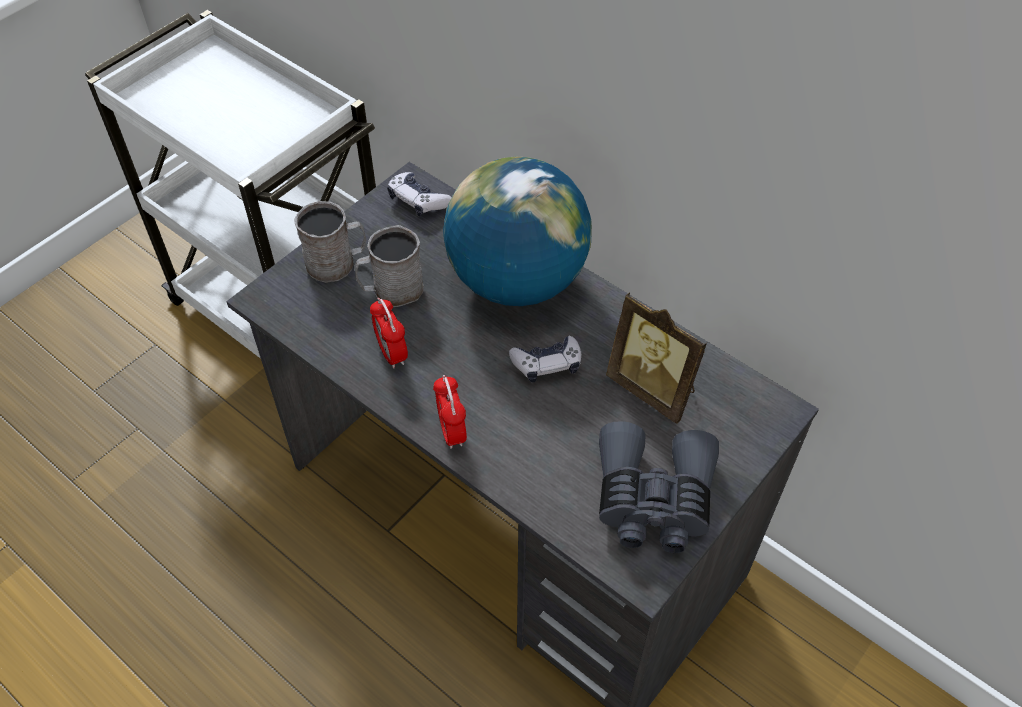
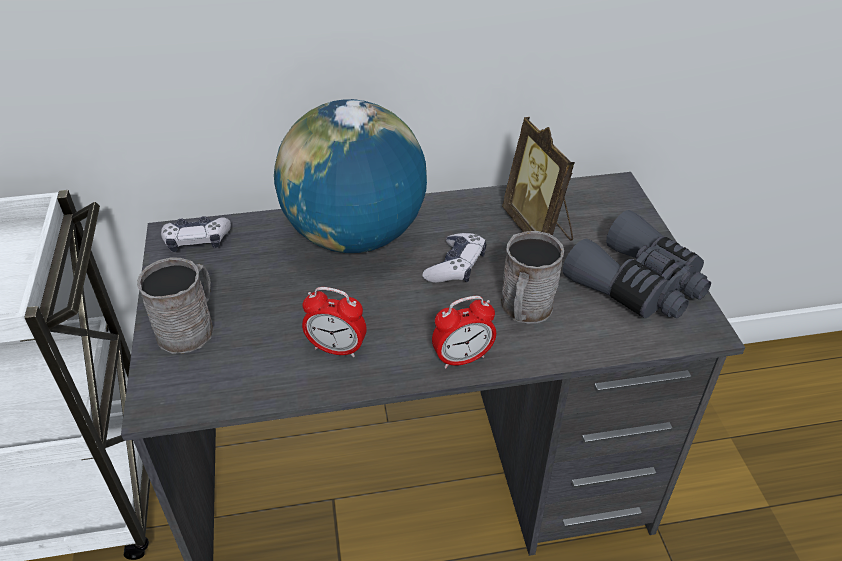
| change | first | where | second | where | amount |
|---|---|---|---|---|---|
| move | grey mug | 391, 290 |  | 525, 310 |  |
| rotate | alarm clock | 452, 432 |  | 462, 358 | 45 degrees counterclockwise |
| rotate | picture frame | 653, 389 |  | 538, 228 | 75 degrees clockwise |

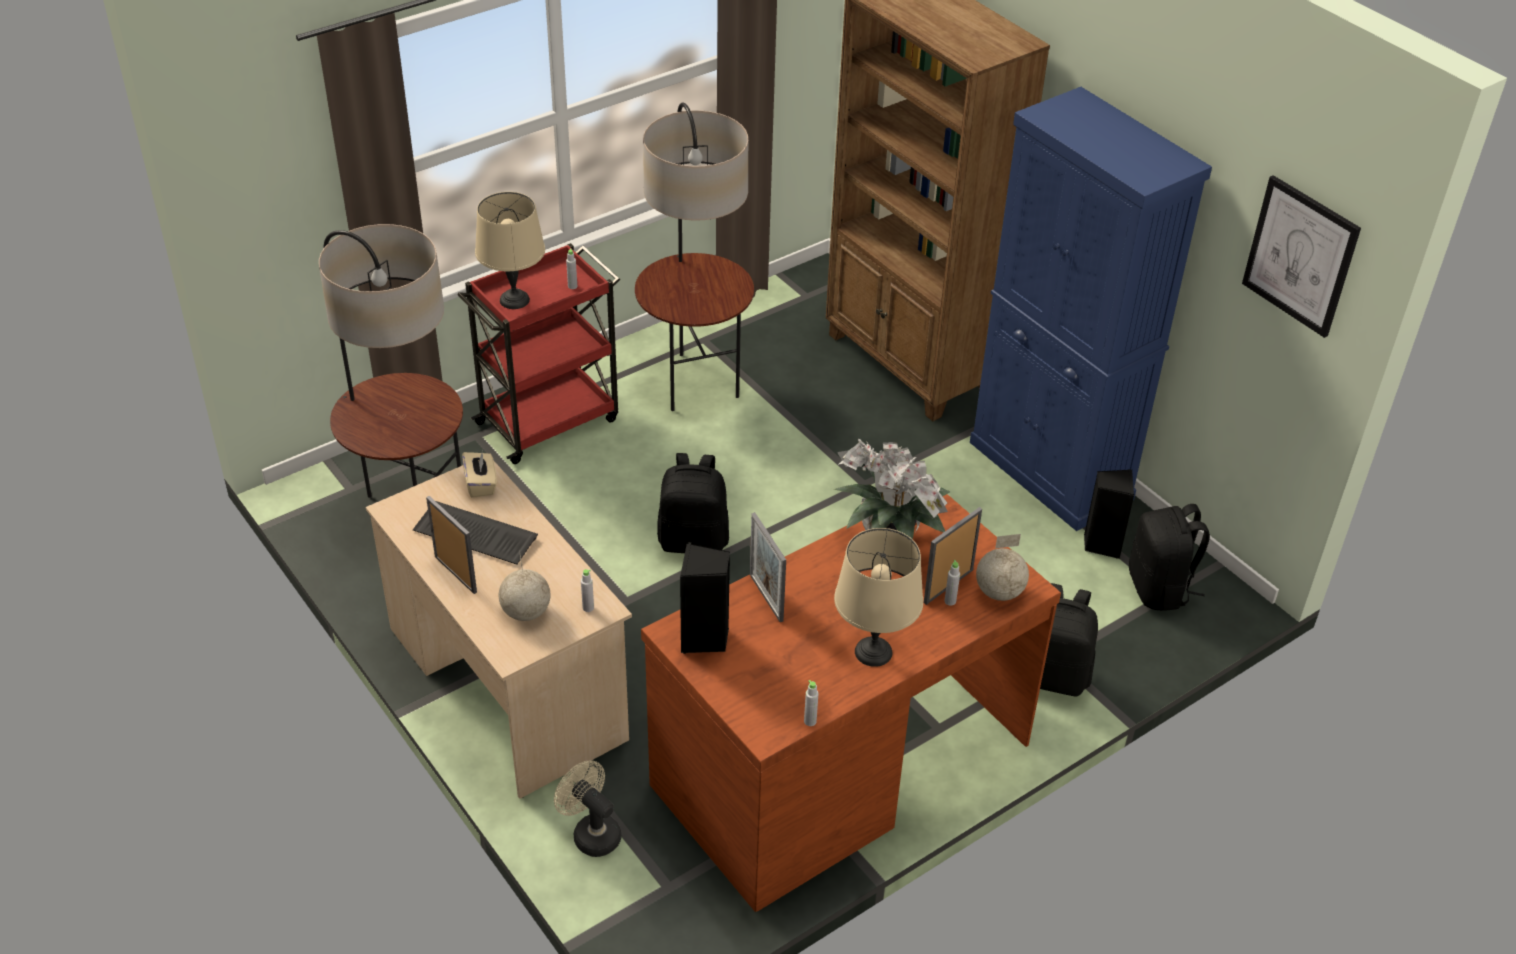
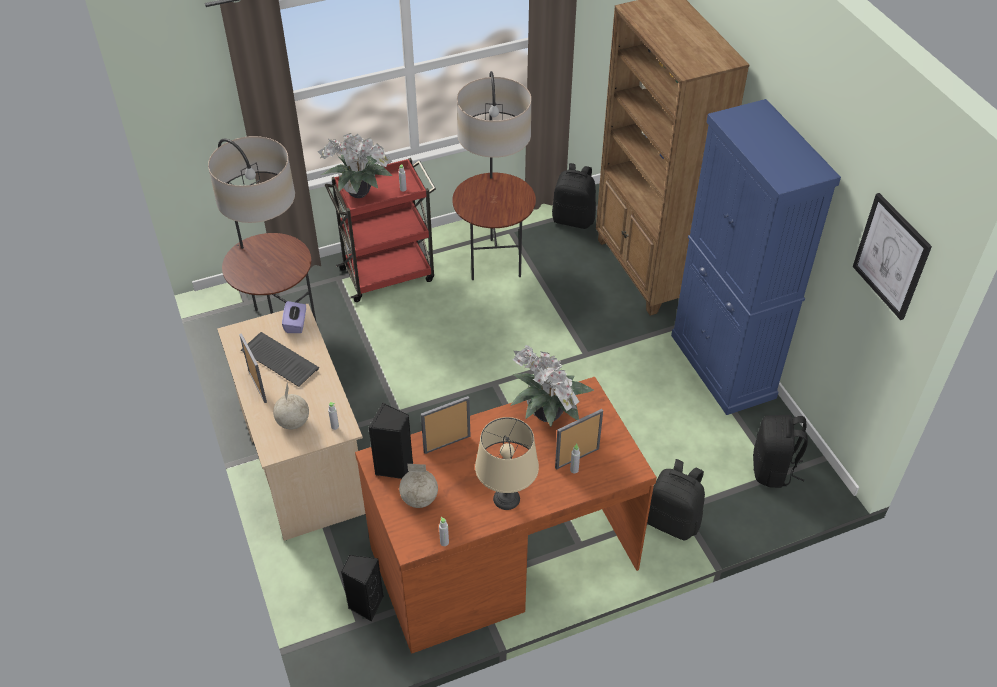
| change | first | where | second | where | amount |
|---|---|---|---|---|---|
| delete | beige fan | 591, 833 |  |  |  |
| move | black backpack | 694, 540 |  | 573, 219 |  |
| move | globe | 998, 592 |  | 419, 499 |  |
| move | black speaker | 1102, 544 |  | 365, 604 |  |
| replace | beige table lamp | 514, 300 | potted plant | 361, 194 |  |
| recolor | beige tissue box | 481, 484 | purple tissue box | 296, 324 |  |
| rotate | picture frame | 766, 597 |  | 447, 444 | 75 degrees clockwise |

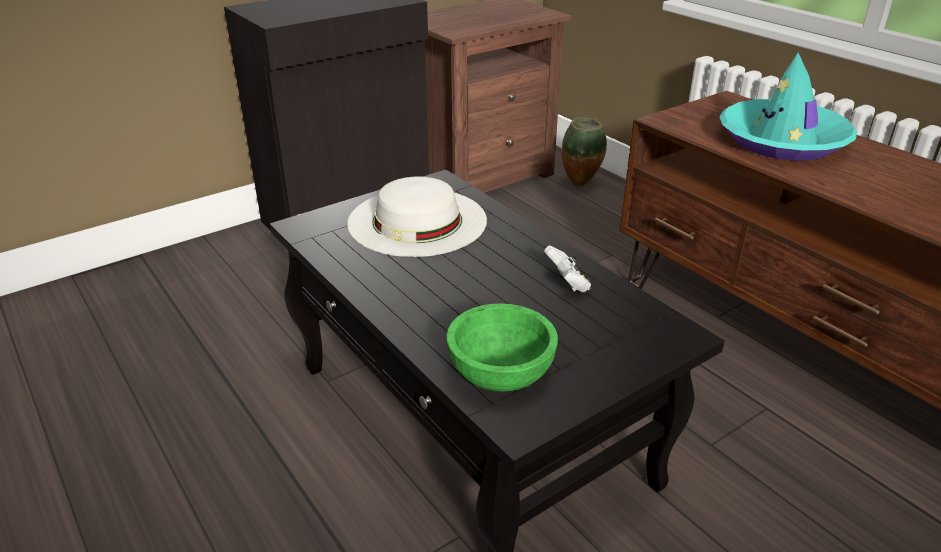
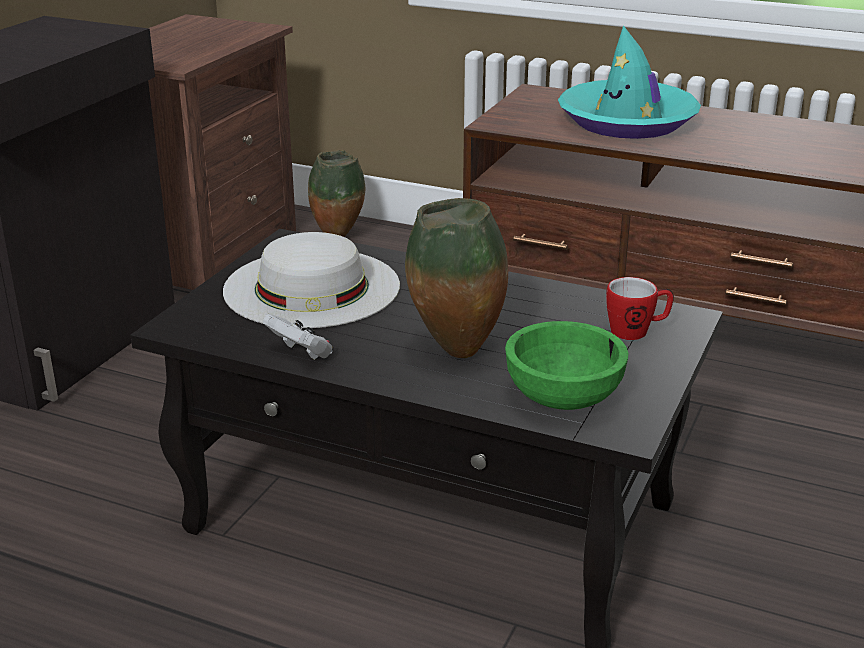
| change | first | where | second | where | amount |
|---|---|---|---|---|---|
| insert |  |  | vase | 455, 353 |  |
| insert |  |  | mug | 636, 331 |  |
| move | white game controller | 567, 284 |  | 301, 354 |  |

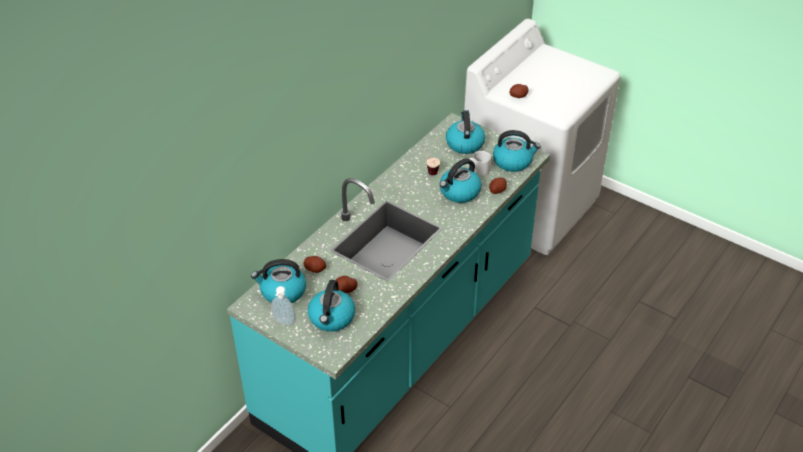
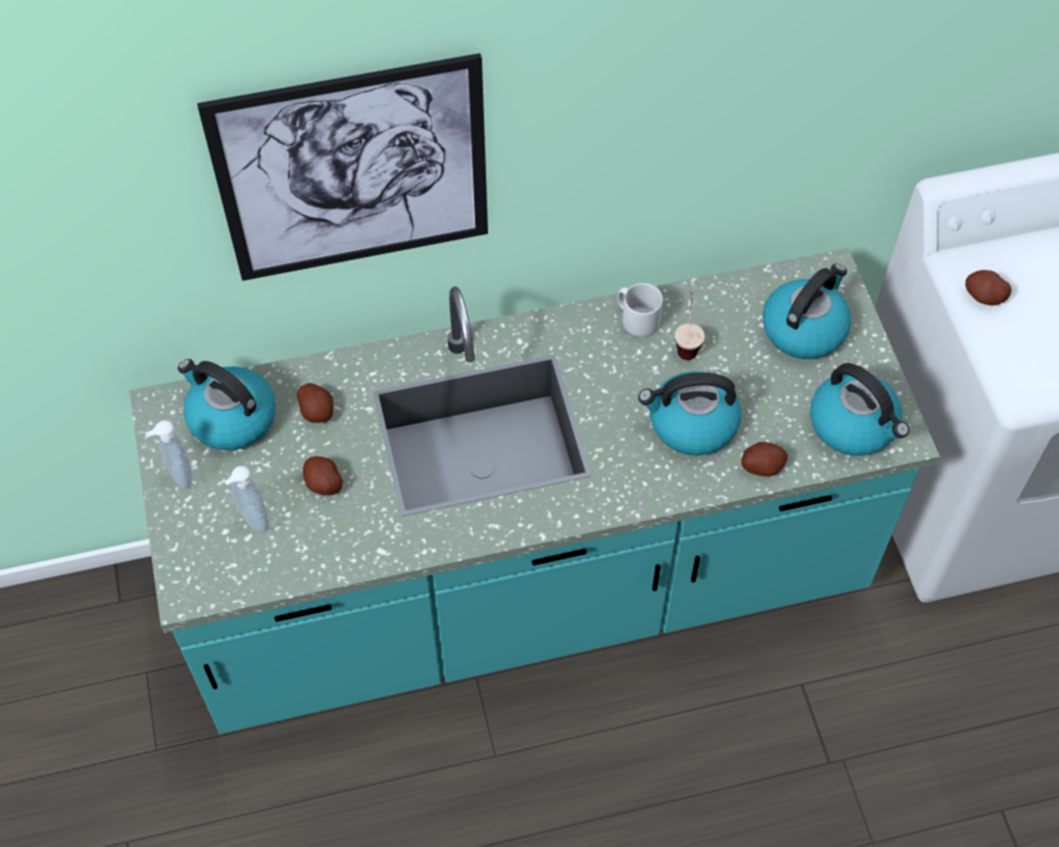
| change | first | where | second | where | amount |
|---|---|---|---|---|---|
| insert |  |  | picture | 353, 171 |  |
| move | grey mug | 478, 171 |  | 636, 319 |  |
| replace | kettle | 332, 318 | soap dispenser | 252, 521 |  |

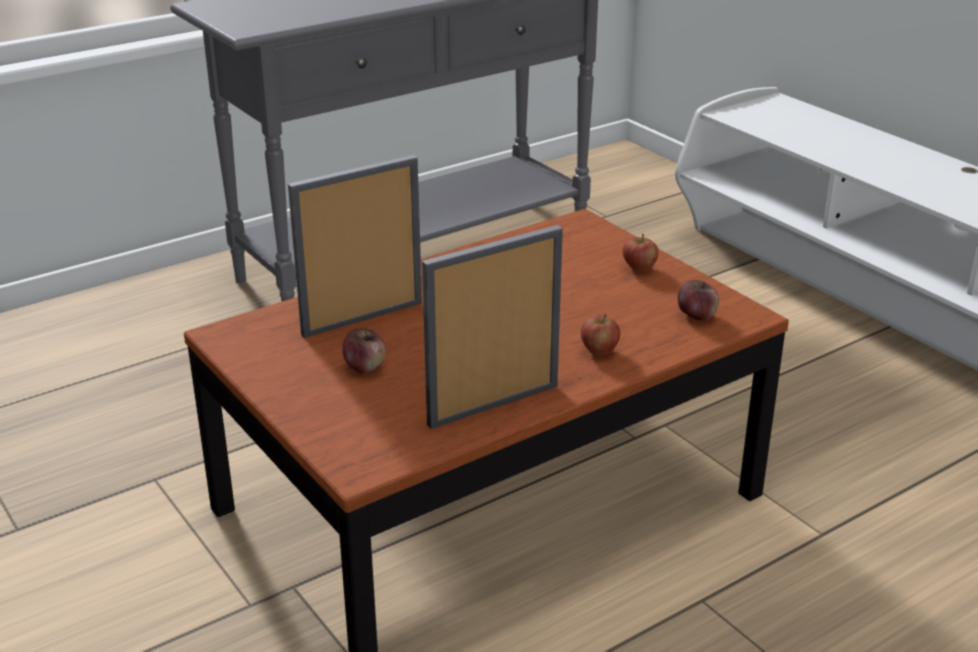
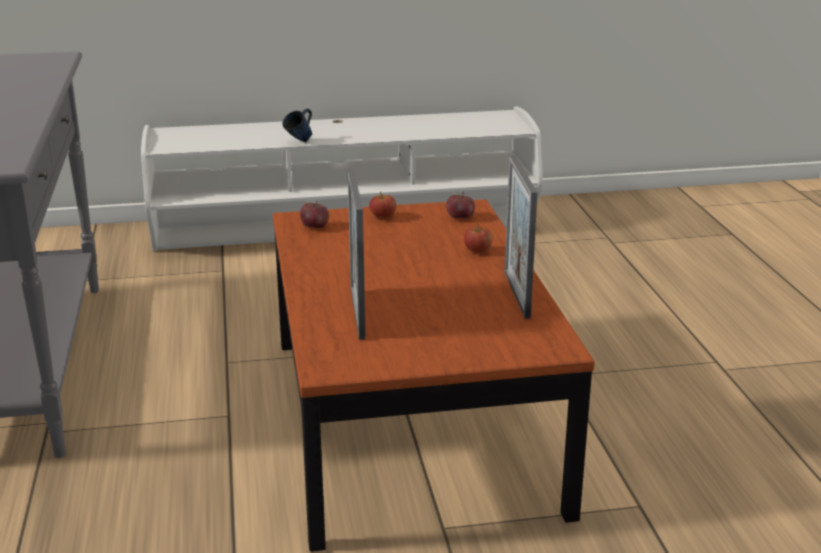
| change | first | where | second | where | amount |
|---|---|---|---|---|---|
| insert |  |  | blue mug | 299, 142 |  |
| move | apple | 365, 367 |  | 315, 227 |  |

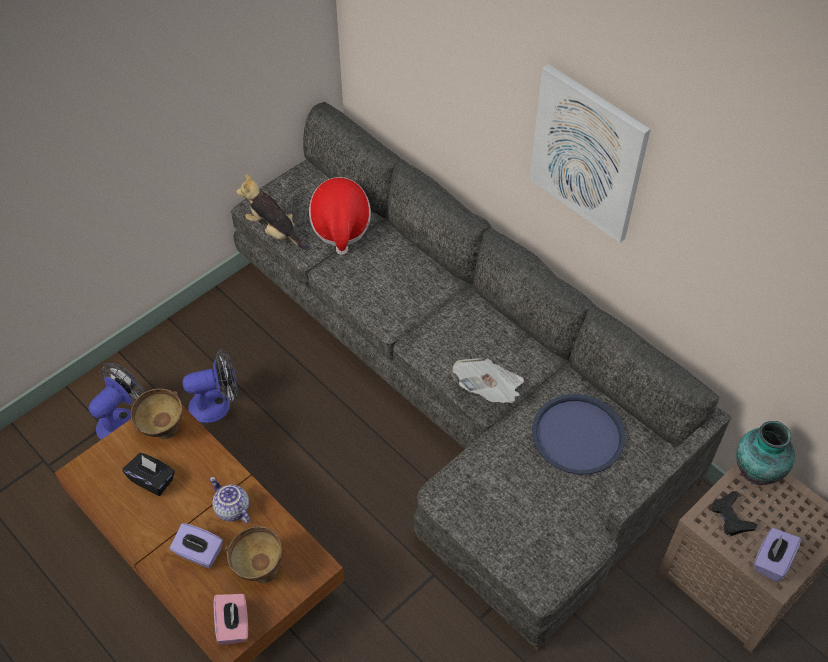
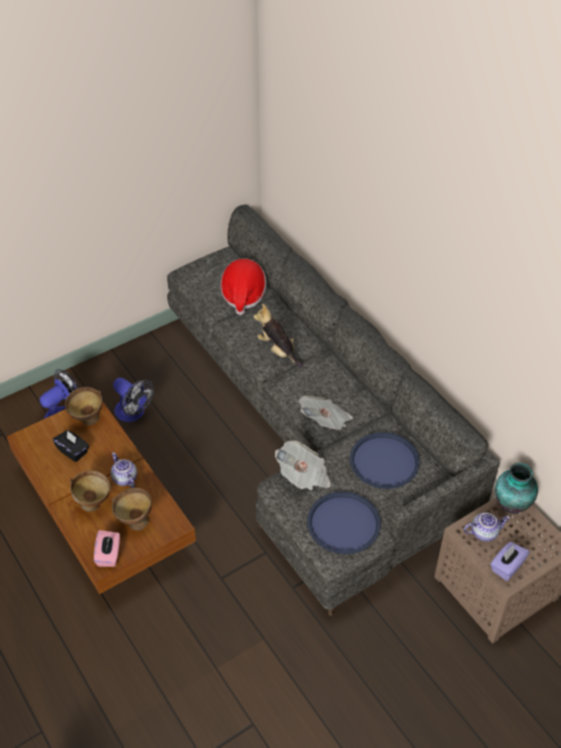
| change | first | where | second | where | amount |
|---|---|---|---|---|---|
| delete | picture | 588, 153 |  |  |  |
| insert |  |  | newspaper | 303, 476 |  |
| insert |  |  | blue tray | 343, 523 |  |
| move | plush toy | 274, 231 |  | 278, 350 |  |
| replace | purple tissue box | 199, 553 | brown bowl | 95, 504 |  |
| replace | black game controller | 731, 517 | teapot | 484, 532 |  |
| rotate | fan | 217, 404 |  | 133, 413 | 45 degrees clockwise |

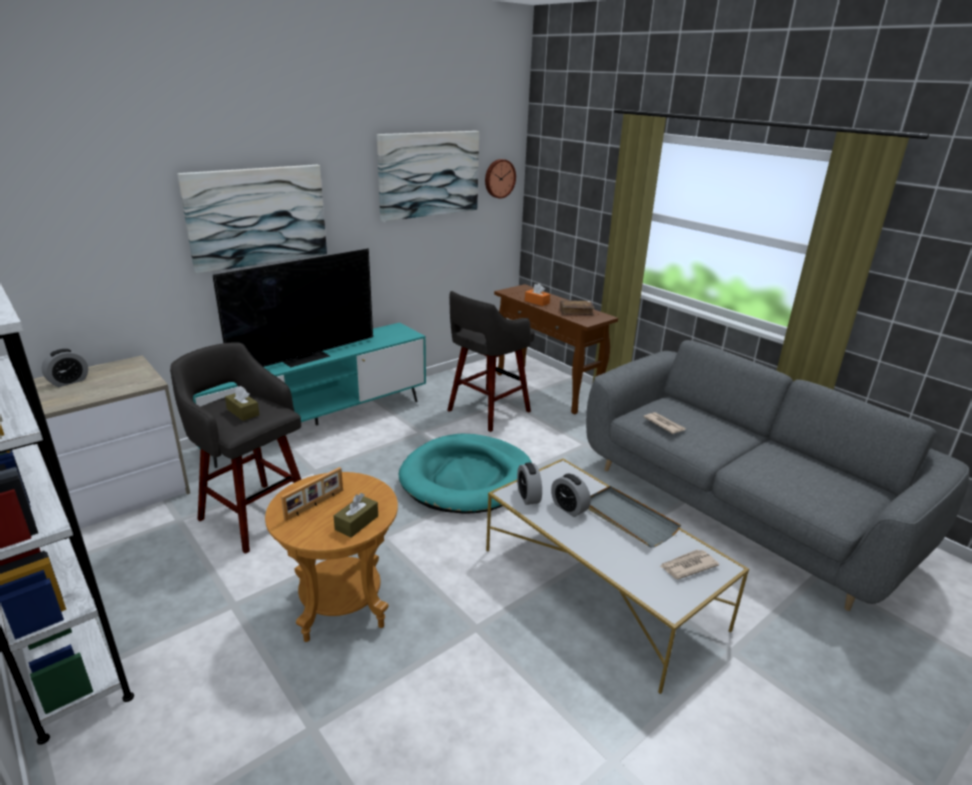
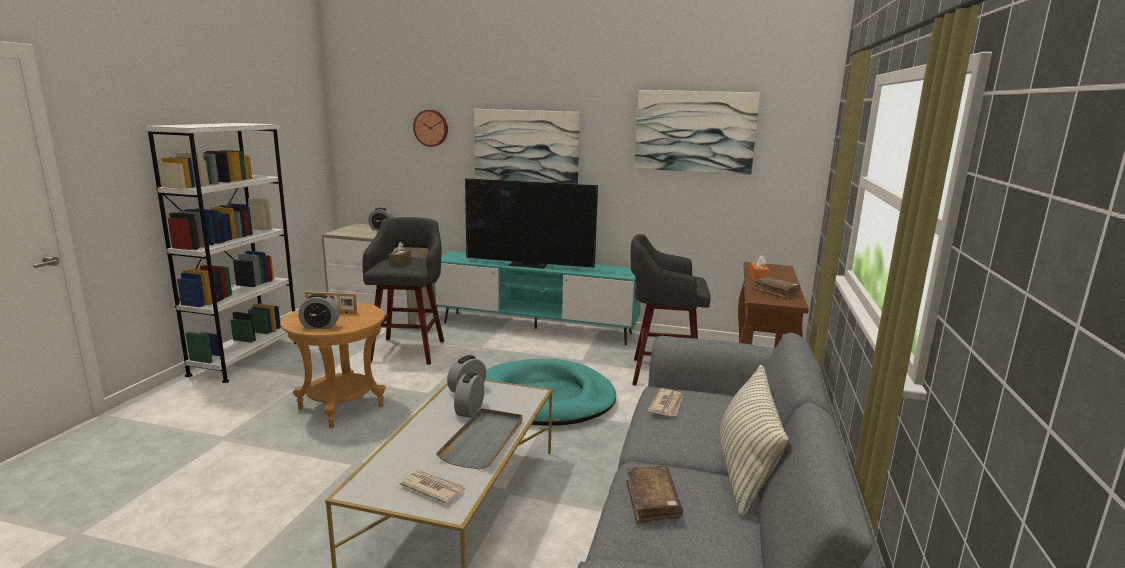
| change | first | where | second | where | amount |
|---|---|---|---|---|---|
| insert |  |  | brown book | 652, 501 |  |
| insert |  |  | pillow | 745, 470 |  |
| move | wall clock | 499, 178 |  | 431, 128 |  |
| replace | brown tissue box | 356, 523 | alarm clock | 320, 326 |  |

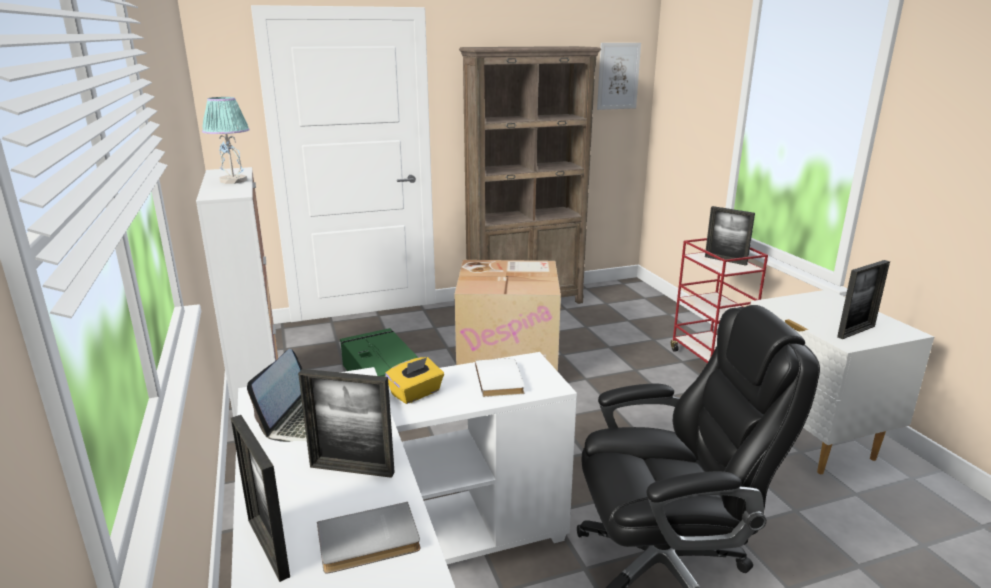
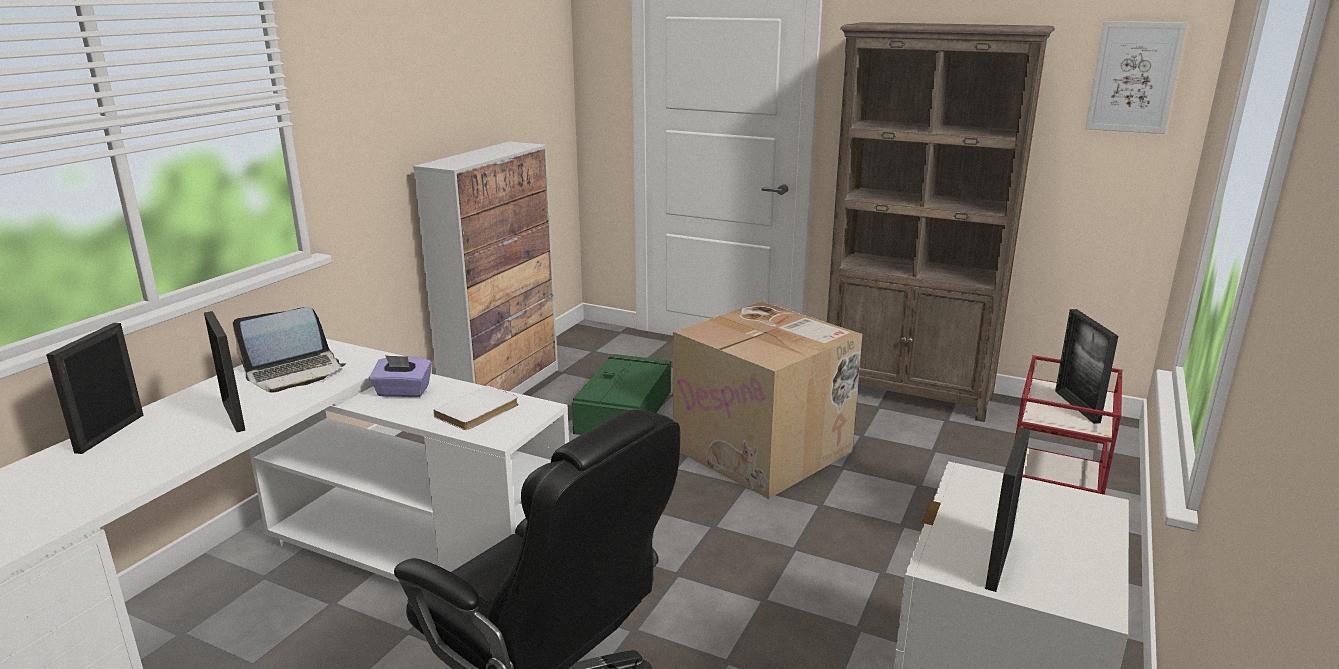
| change | first | where | second | where | amount |
|---|---|---|---|---|---|
| delete | table lamp | 234, 181 |  |  |  |
| delete | grey book | 369, 542 |  |  |  |
| recolor | yellow tissue box | 416, 393 | purple tissue box | 403, 392 |  |
| rotate | picture frame | 856, 331 |  | 999, 561 | 105 degrees clockwise |

